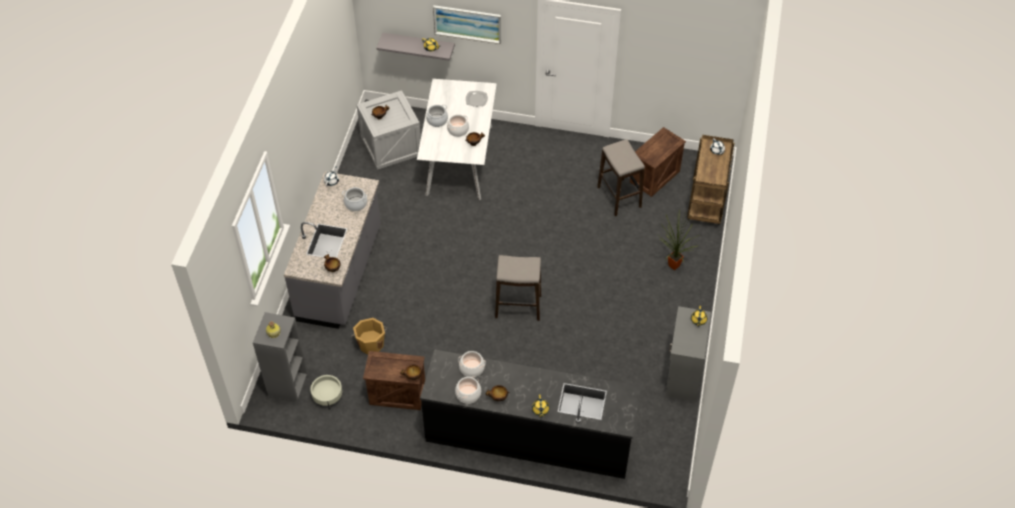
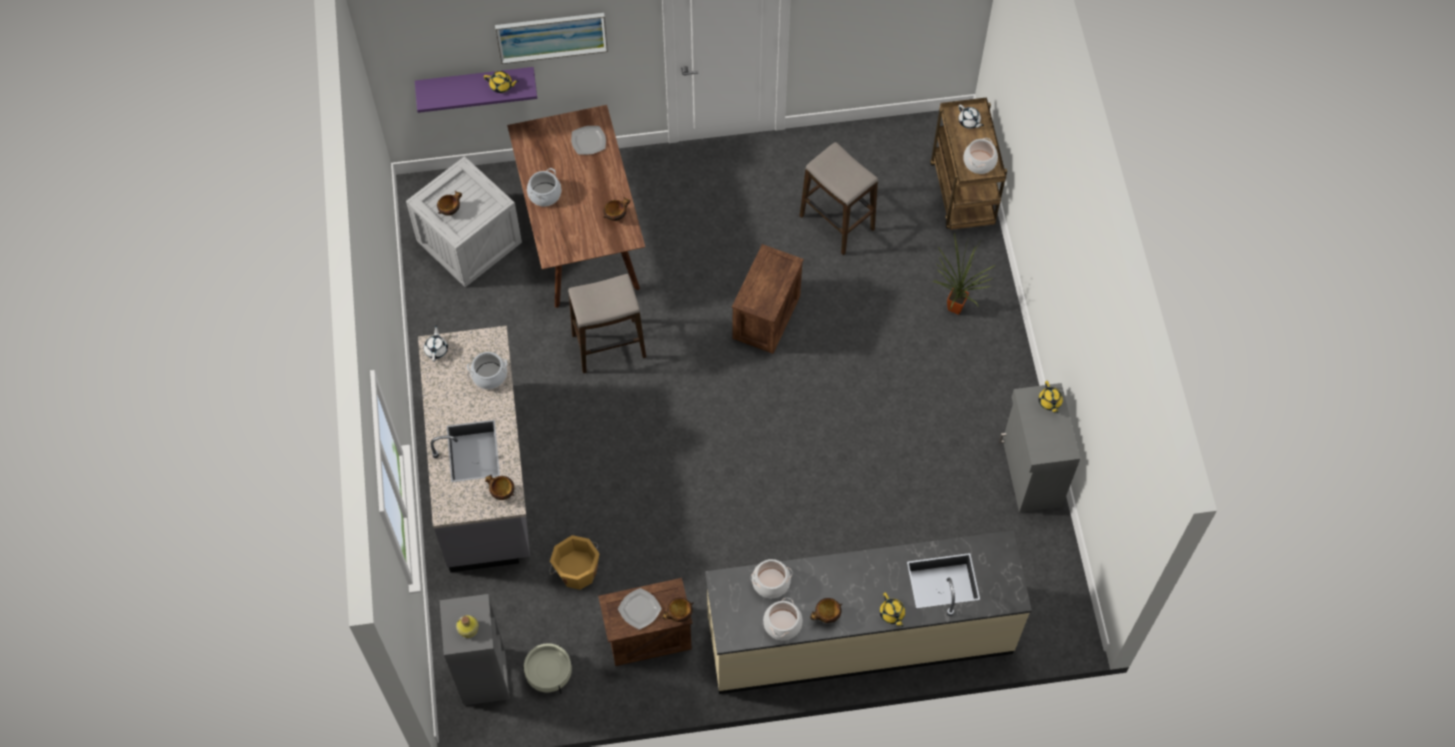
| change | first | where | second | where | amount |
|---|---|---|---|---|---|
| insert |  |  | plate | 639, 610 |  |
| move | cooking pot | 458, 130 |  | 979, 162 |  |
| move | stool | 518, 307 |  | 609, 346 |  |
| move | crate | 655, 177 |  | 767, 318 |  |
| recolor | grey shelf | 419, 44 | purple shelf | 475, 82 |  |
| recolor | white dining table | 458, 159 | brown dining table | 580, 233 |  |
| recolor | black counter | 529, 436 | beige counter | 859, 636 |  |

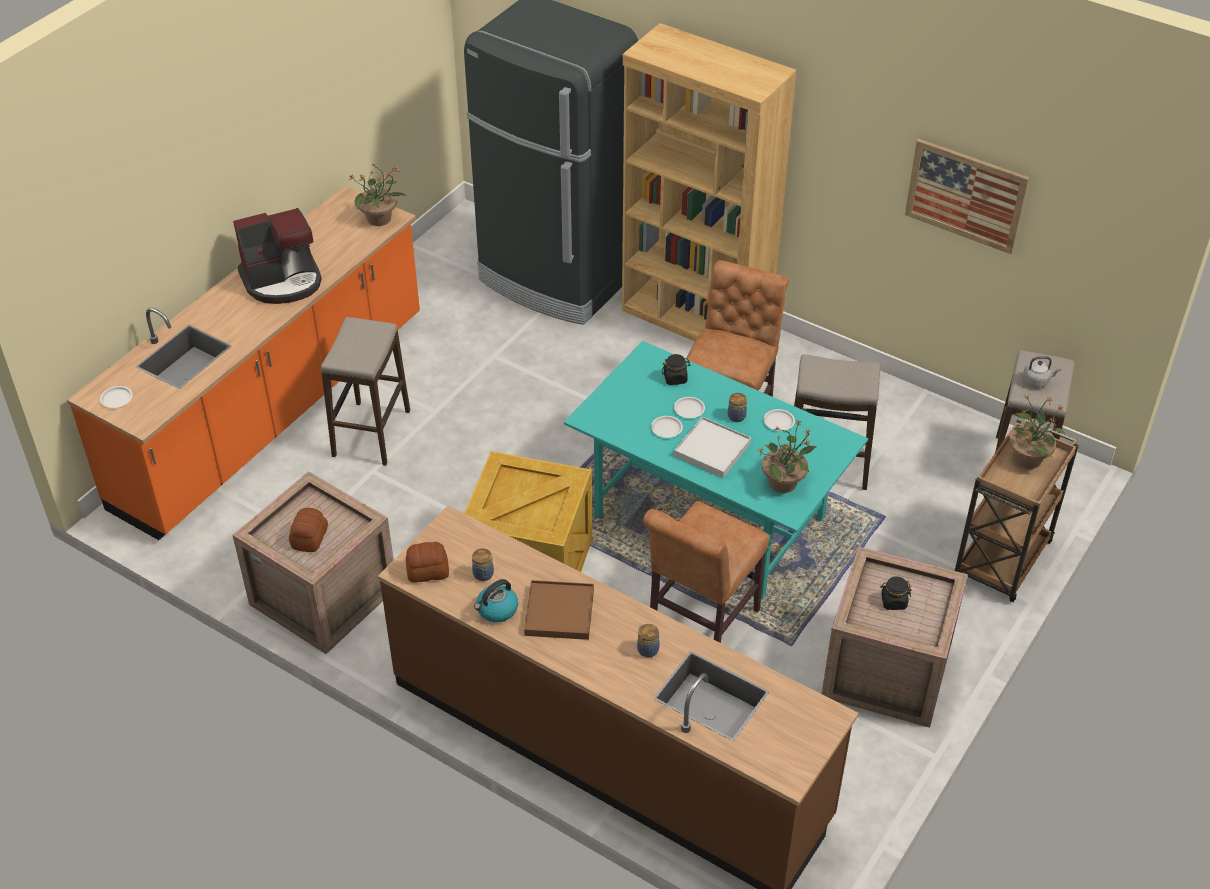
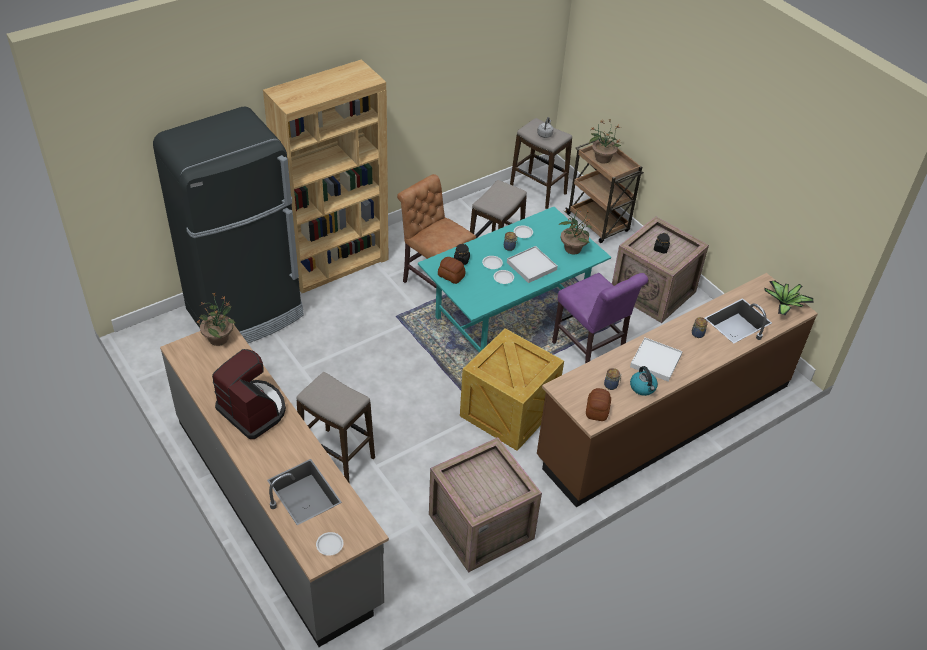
| change | first | where | second | where | amount |
|---|---|---|---|---|---|
| delete | picture | 966, 195 |  |  |  |
| insert |  |  | potted plant | 784, 304 |  |
| move | bread | 309, 538 |  | 451, 276 |  |
| recolor | orange counter | 273, 412 | grey counter | 276, 509 |  |
| recolor | brown tray | 559, 612 | white tray | 655, 361 |  |
| recolor | brown chair | 699, 625 | purple chair | 590, 352 |  |
| rotate | coffee machine | 283, 281 |  | 253, 410 | 45 degrees counterclockwise |

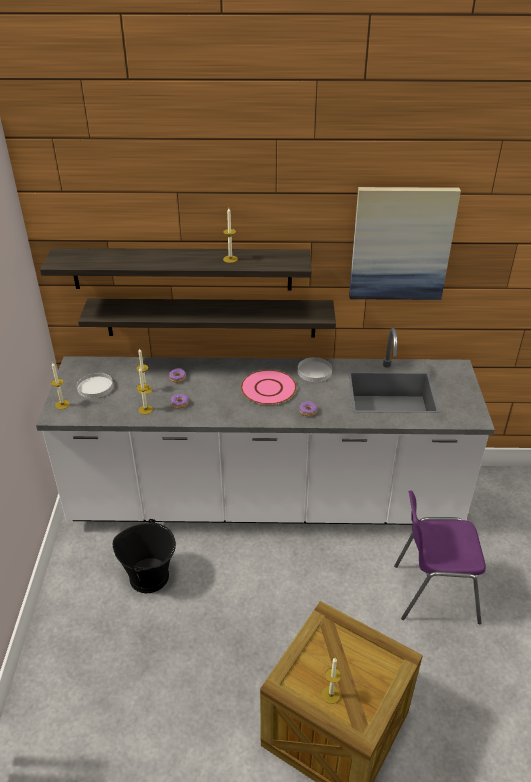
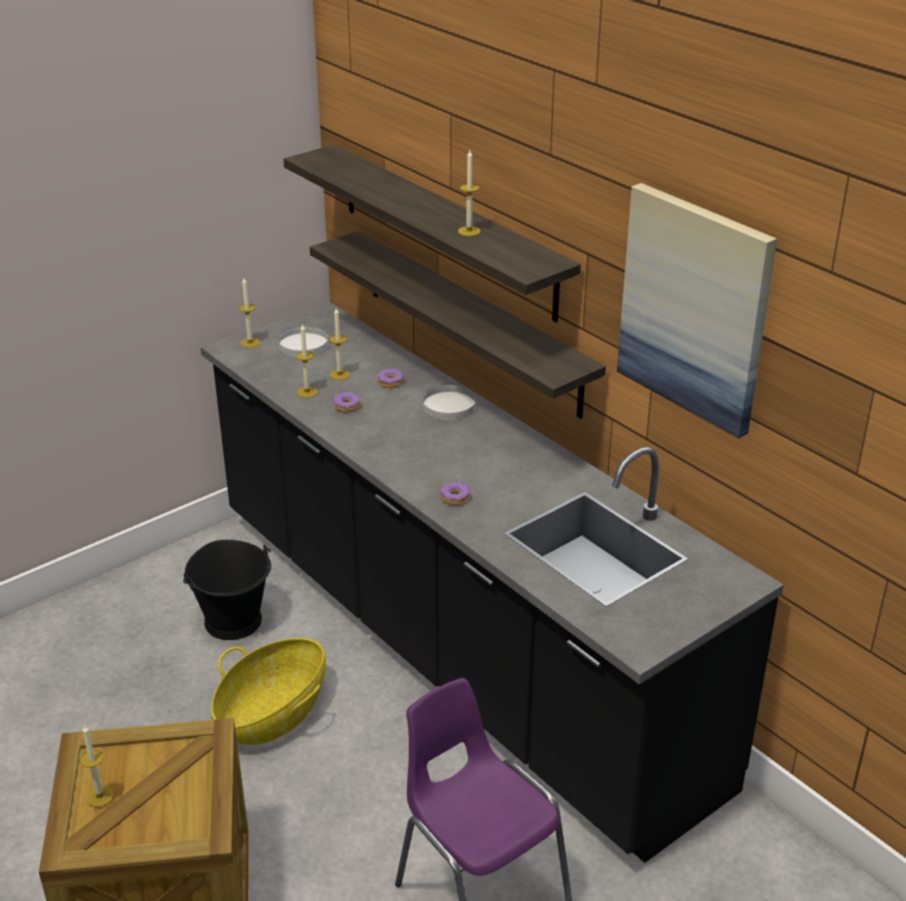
| change | first | where | second | where | amount |
|---|---|---|---|---|---|
| delete | pink plate | 268, 389 |  |  |  |
| insert |  |  | basket | 272, 713 |  |
| move | white plate | 314, 371 |  | 449, 405 |  |
| recolor | white counter | 265, 502 | black counter | 453, 645 |  |

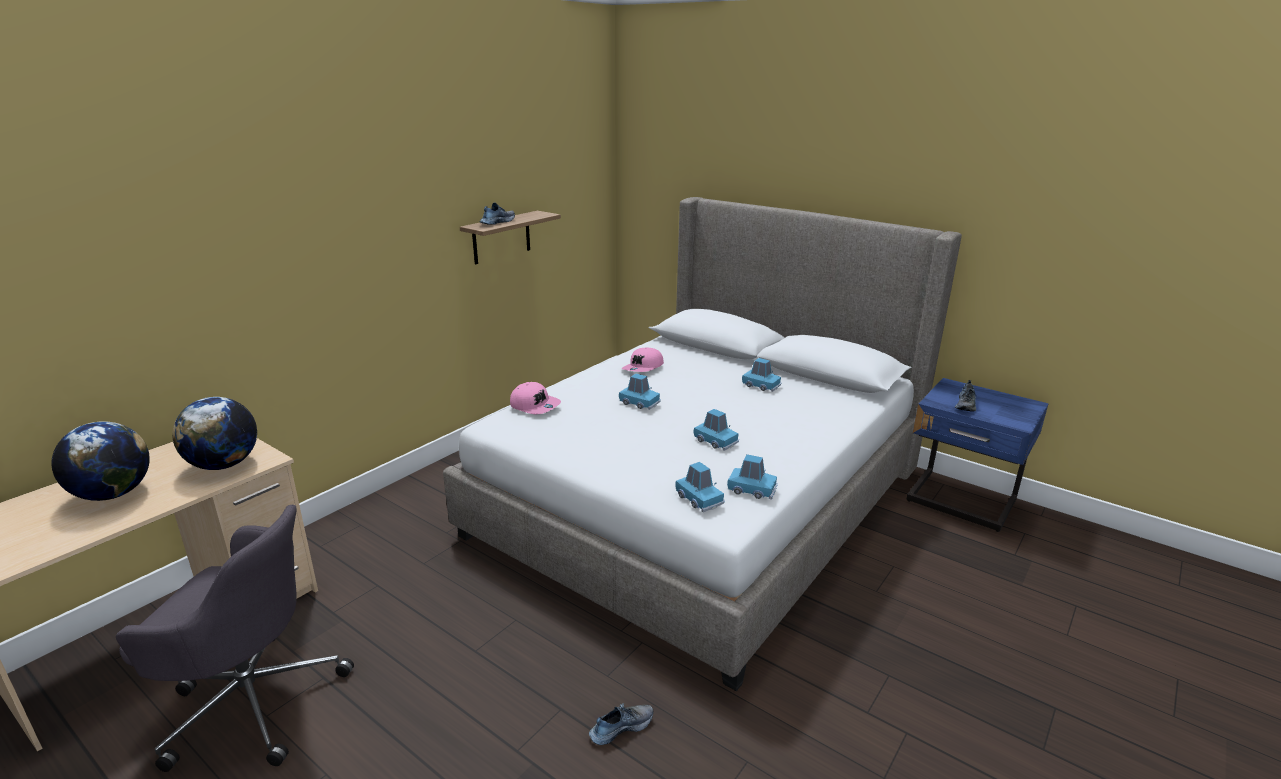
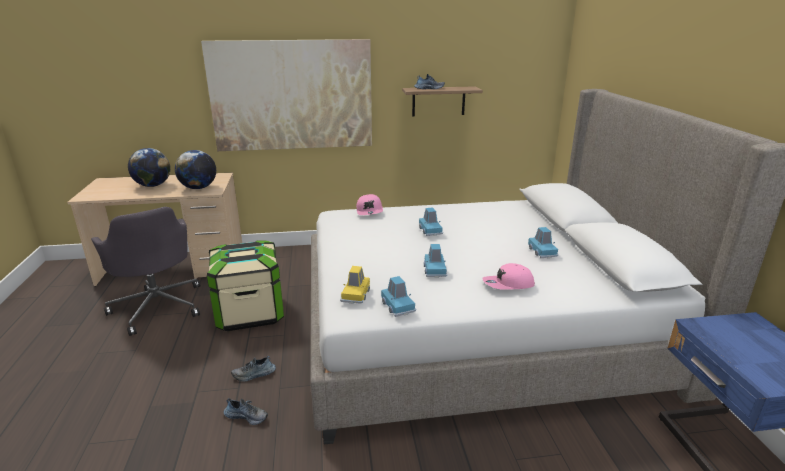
| change | first | where | second | where | amount |
|---|---|---|---|---|---|
| insert |  |  | picture | 292, 96 |  |
| insert |  |  | storage box | 250, 313 |  |
| move | pink cap | 643, 368 |  | 508, 285 |  |
| move | shoe | 966, 405 |  | 254, 375 |  |
| recolor | blue toy car | 699, 499 | yellow toy car | 356, 295 |  |

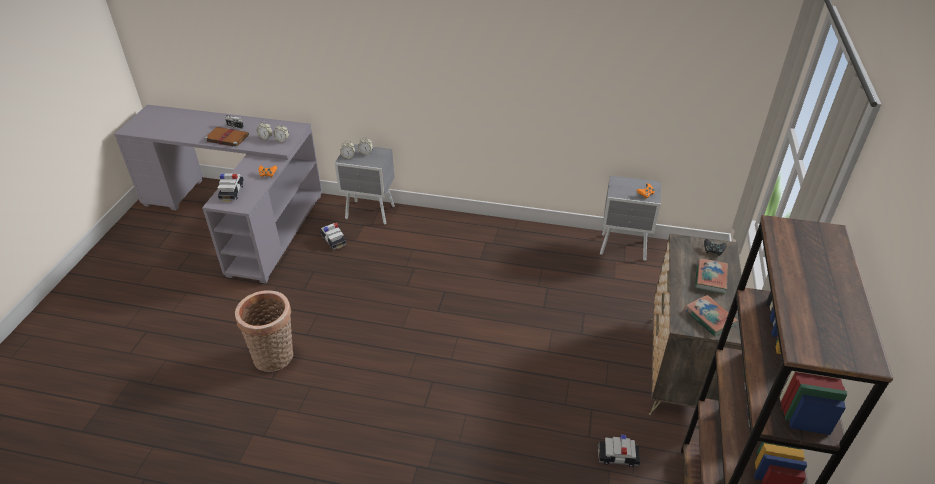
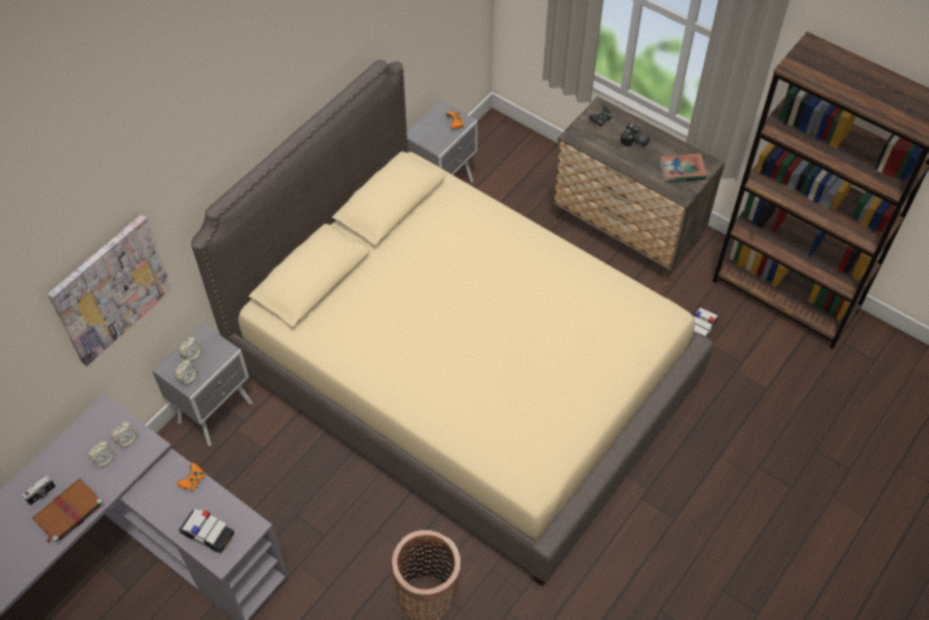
| change | first | where | second | where | amount |
|---|---|---|---|---|---|
| delete | toy car | 333, 240 |  |  |  |
| insert |  |  | picture | 111, 289 |  |
| insert |  |  | beige bed | 464, 376 |  |
| replace | book | 710, 278 | photo camera | 634, 142 |  |

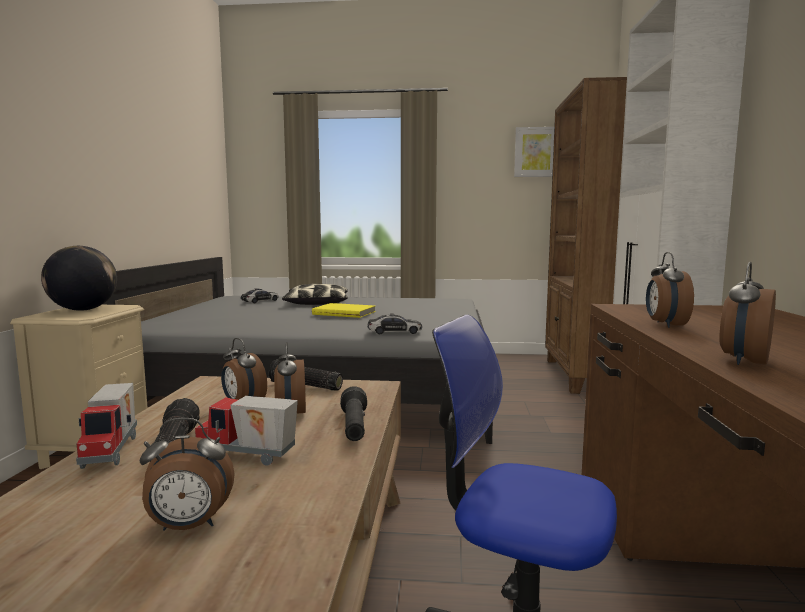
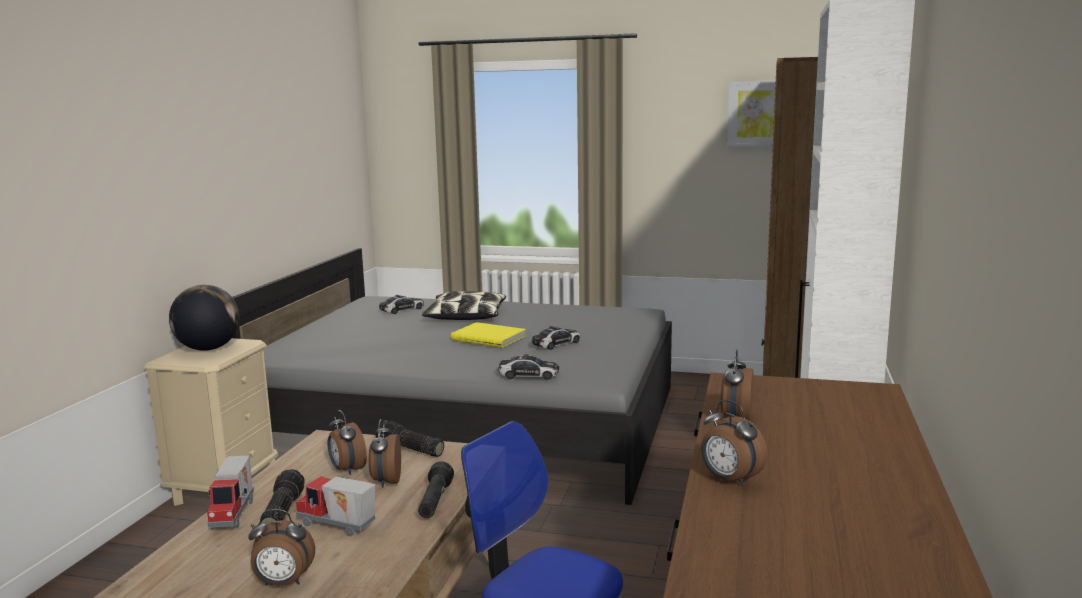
| change | first | where | second | where | amount |
|---|---|---|---|---|---|
| insert |  |  | toy car | 556, 344 |  |
| rotate | alarm clock | 743, 361 |  | 729, 480 | 90 degrees counterclockwise |

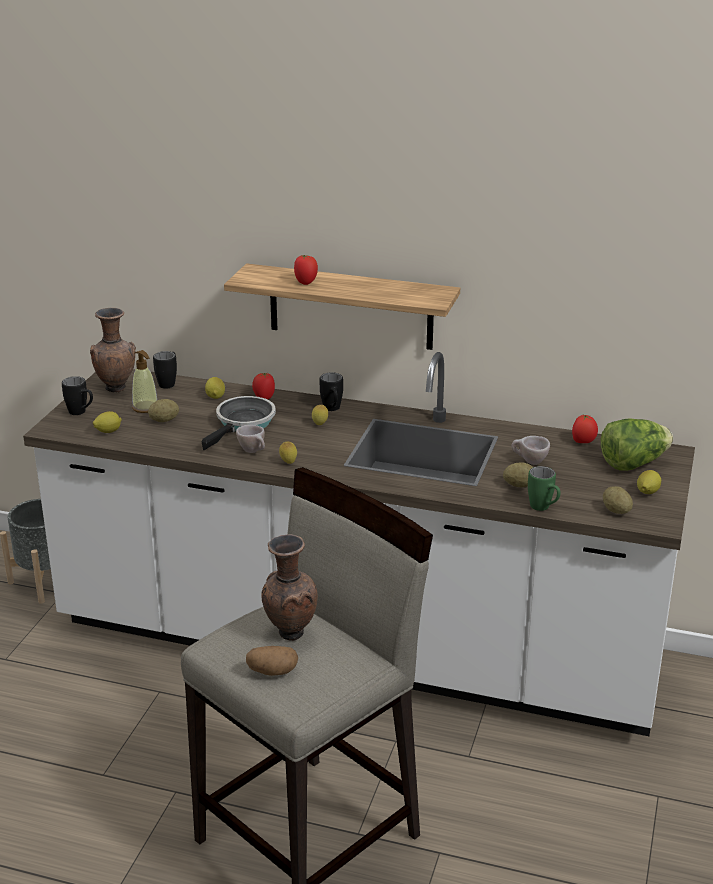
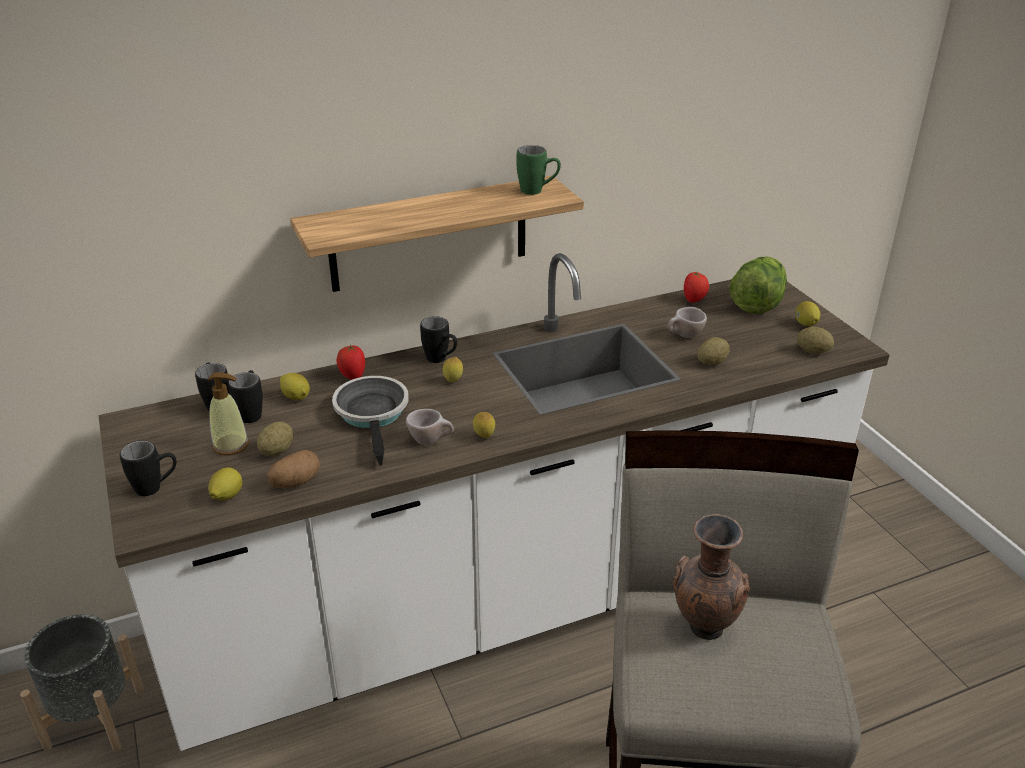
| change | first | where | second | where | amount |
|---|---|---|---|---|---|
| delete | brown vase | 116, 388 |  |  |  |
| delete | tomato | 306, 282 |  |  |  |
| insert |  |  | black mug | 252, 412 |  |
| move | potato | 272, 671 |  | 295, 482 |  |
| move | green mug | 544, 509 |  | 538, 191 |  |

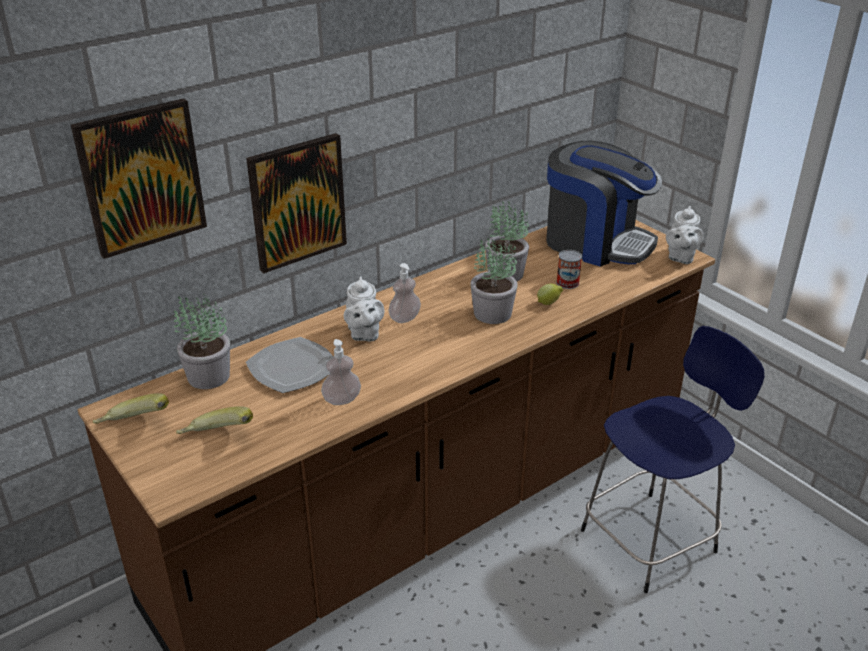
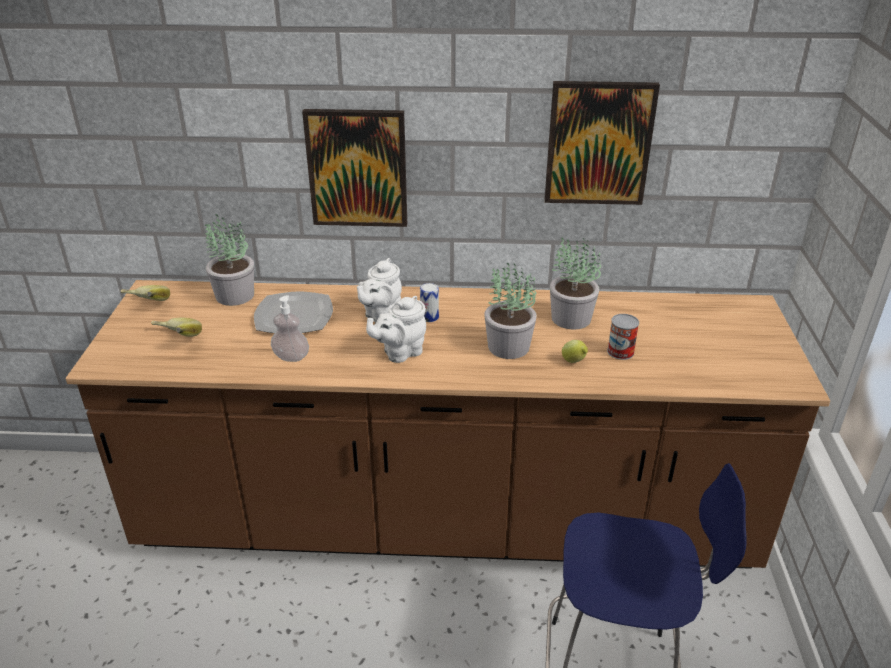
| change | first | where | second | where | amount |
|---|---|---|---|---|---|
| delete | coffee machine | 596, 242 |  |  |  |
| move | picture | 141, 177 |  | 598, 143 |  |
| move | white teapot | 680, 257 |  | 400, 353 |  |
| replace | soap dispenser | 404, 318 | can | 429, 317 |  |

